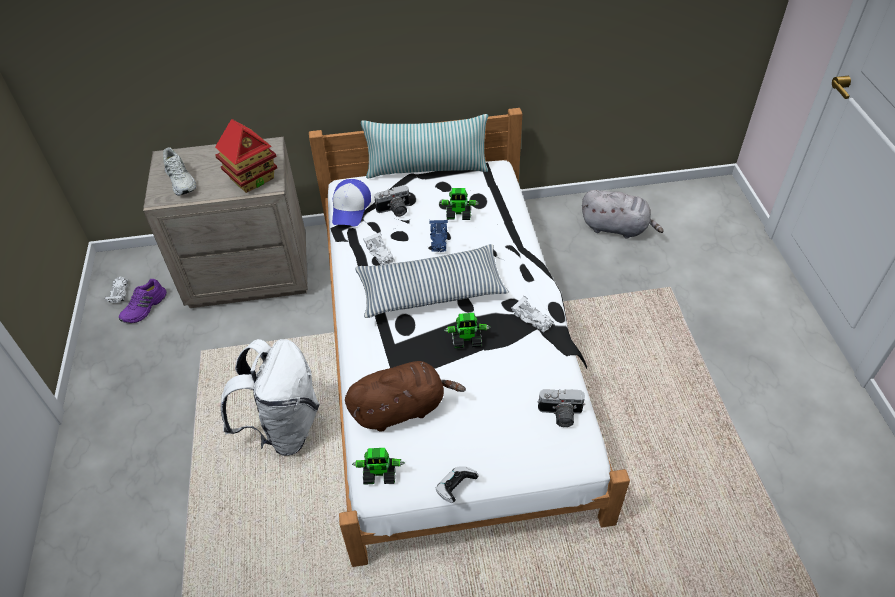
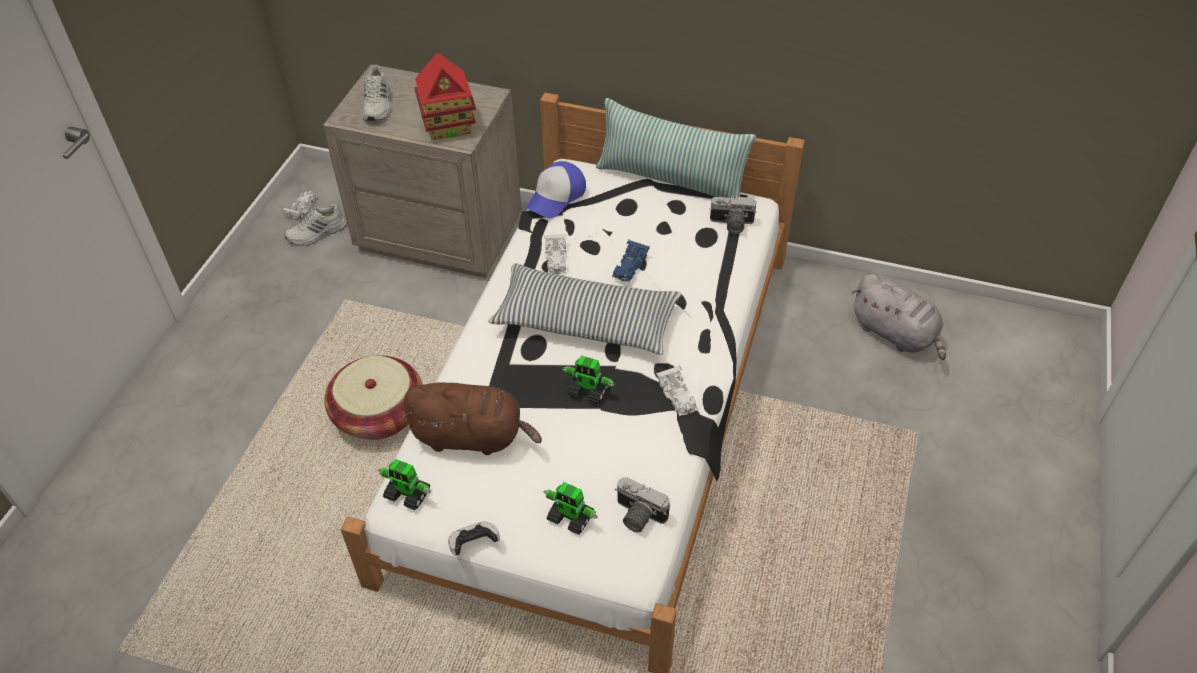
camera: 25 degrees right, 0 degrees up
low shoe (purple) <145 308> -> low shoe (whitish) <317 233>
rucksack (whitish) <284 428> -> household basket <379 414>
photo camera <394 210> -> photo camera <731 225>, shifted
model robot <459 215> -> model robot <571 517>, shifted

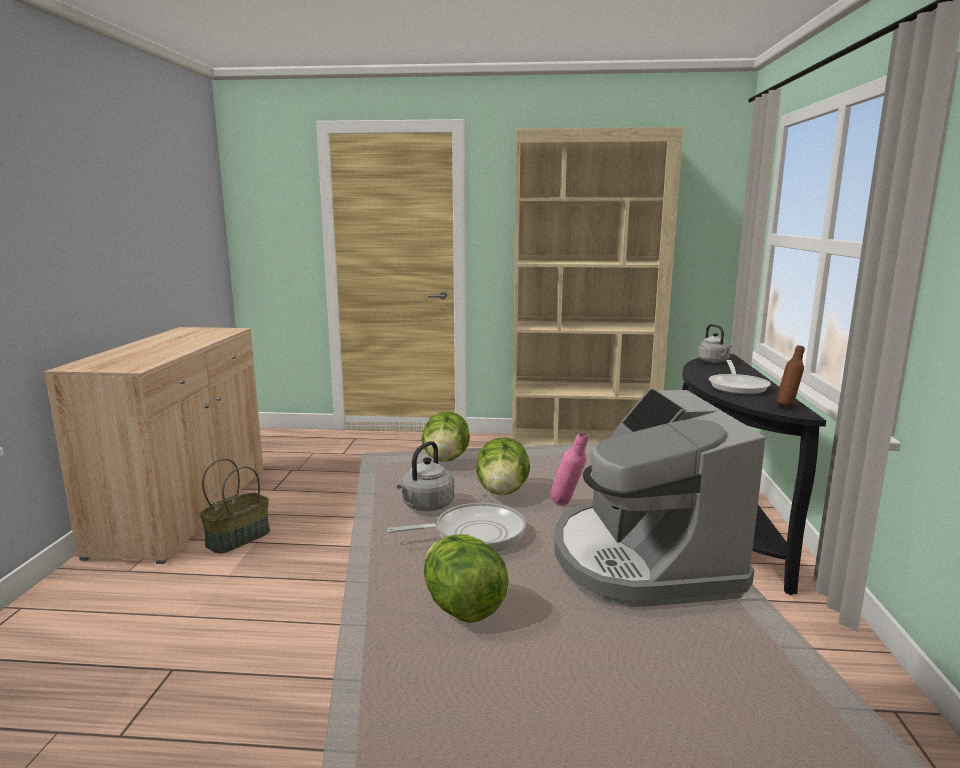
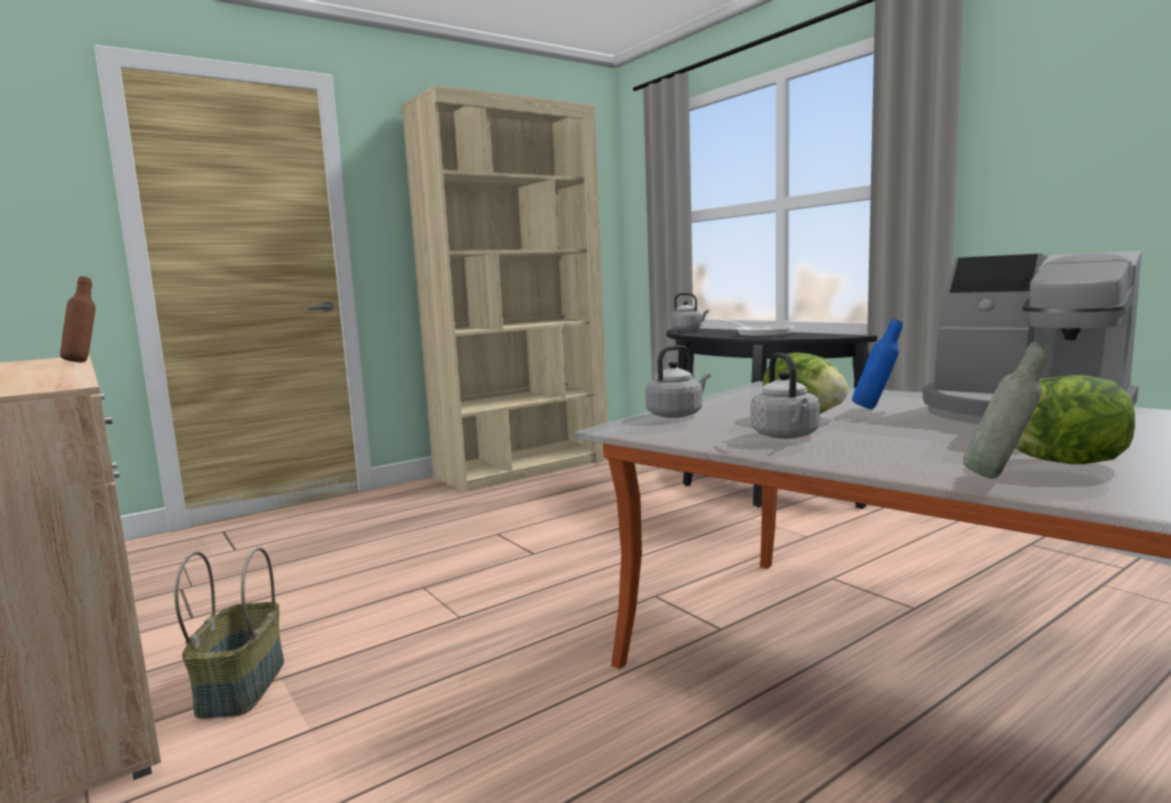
camera: 40 degrees left, 5 degrees down
frying pan <474 534> -> none
lettuce head <446 459> -> tea kettle (grey) <677 415>
beverage bottle (pink) <567 506> -> beverage bottle (bluish) <876 408>
beverage bottle (brownish) <787 406> -> beverage bottle (brownish) <84 361>, shifted
none -> beverage bottle (grey) <1001 477>

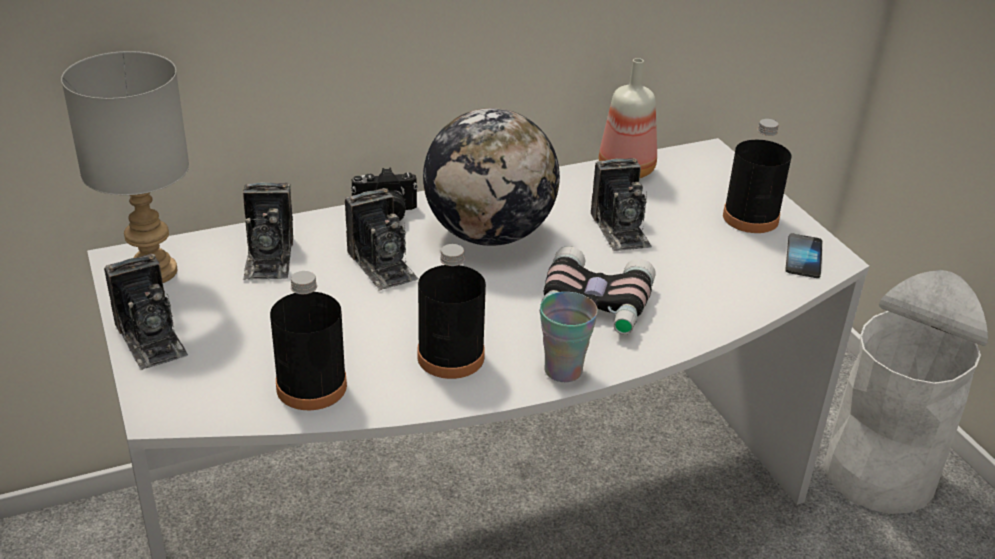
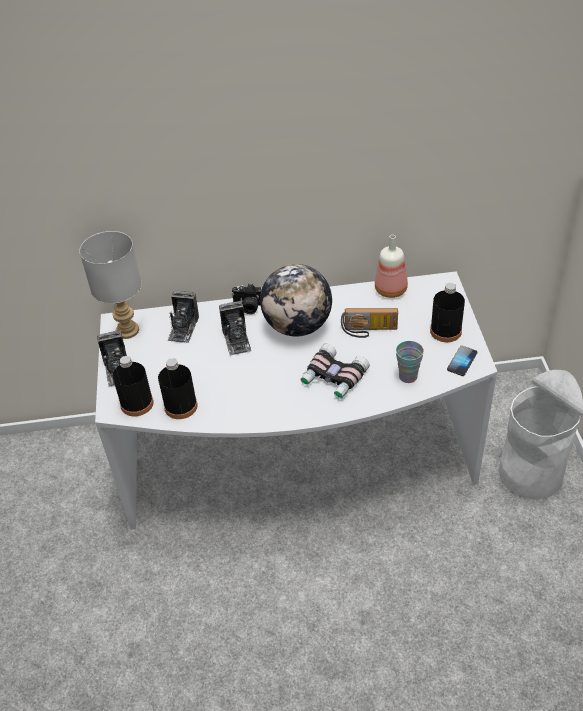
camera: 20 degrees right, 10 degrees up
beverage bottle (black-coloured) <450 357> -> beverage bottle (black-coloured) <137 404>, shifted
drinking cup <563 370> -> drinking cup <408 376>, shifted
photo camera <620 229> -> radio receiver <369 331>

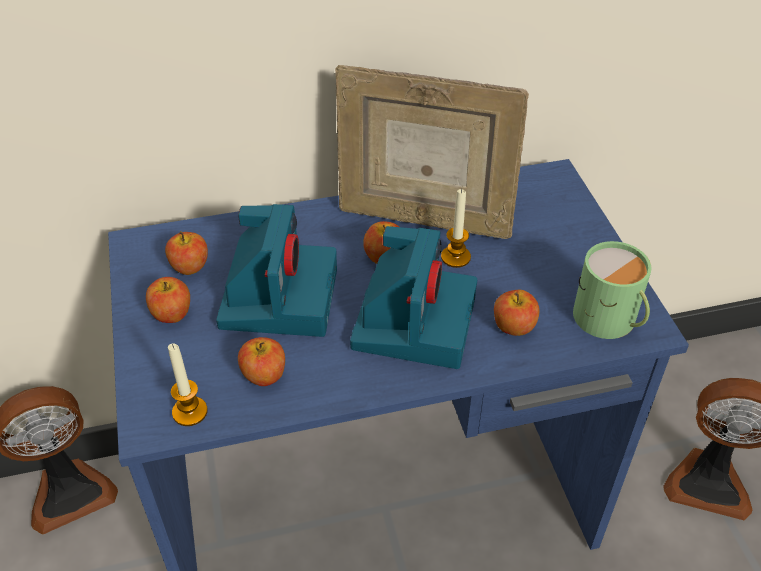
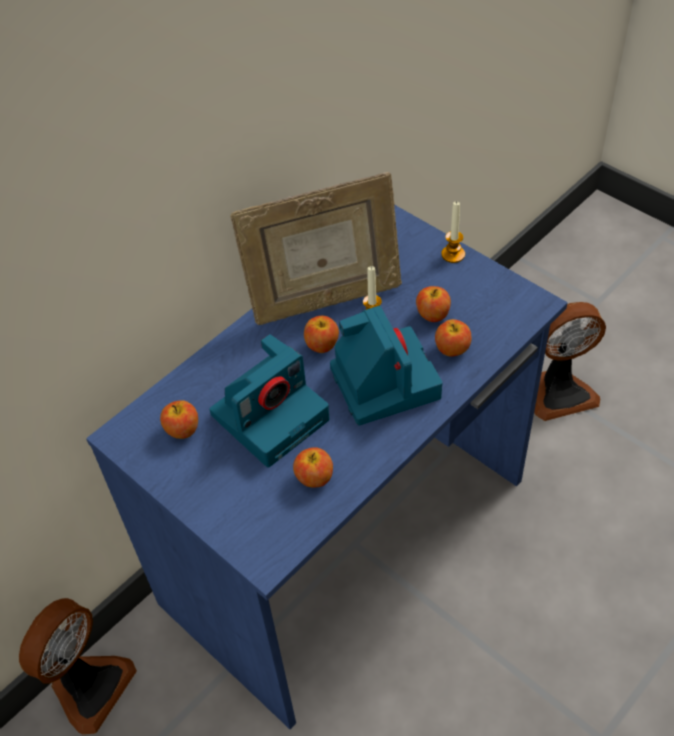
camera: 30 degrees left, 5 degrees up
apple fruit <172 314> -> apple fruit <432 315>, shifted
wax candle <190 412> -> wax candle <453 254>, shifted
photo camera <278 295> -> photo camera <271 415>, 75 degrees clockwise
tea mug (greenish) <609 320> -> none

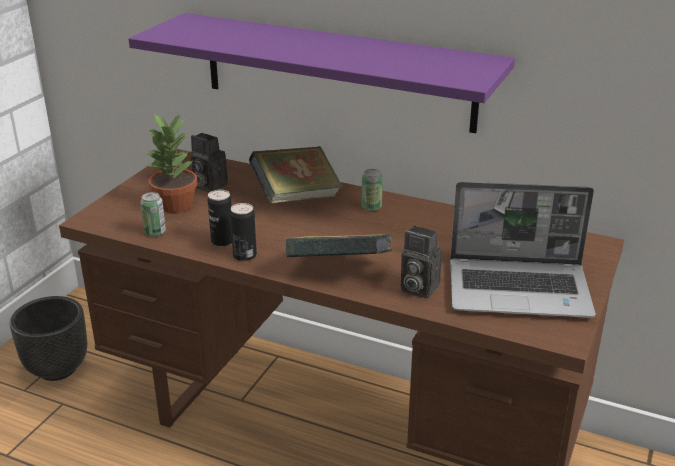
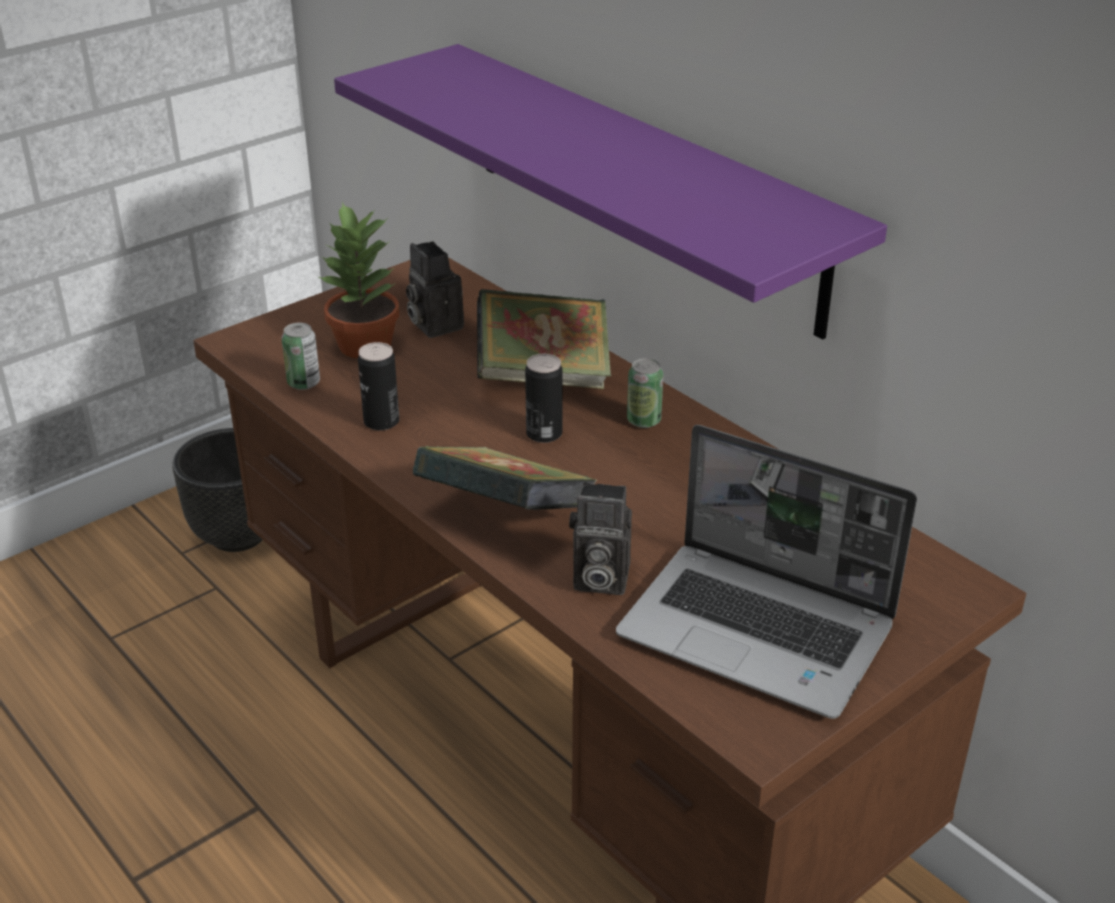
camera: 25 degrees right, 5 degrees up
sealed can <244 256> -> sealed can <544 434>, shifted
photo camera <417 288> -> photo camera <597 579>, 45 degrees counterclockwise

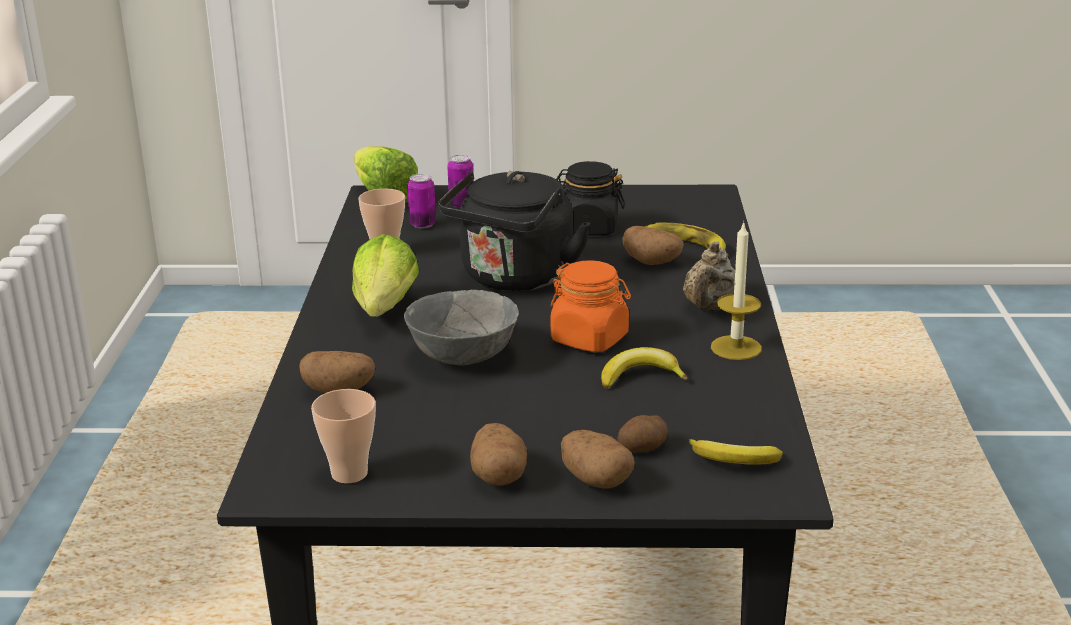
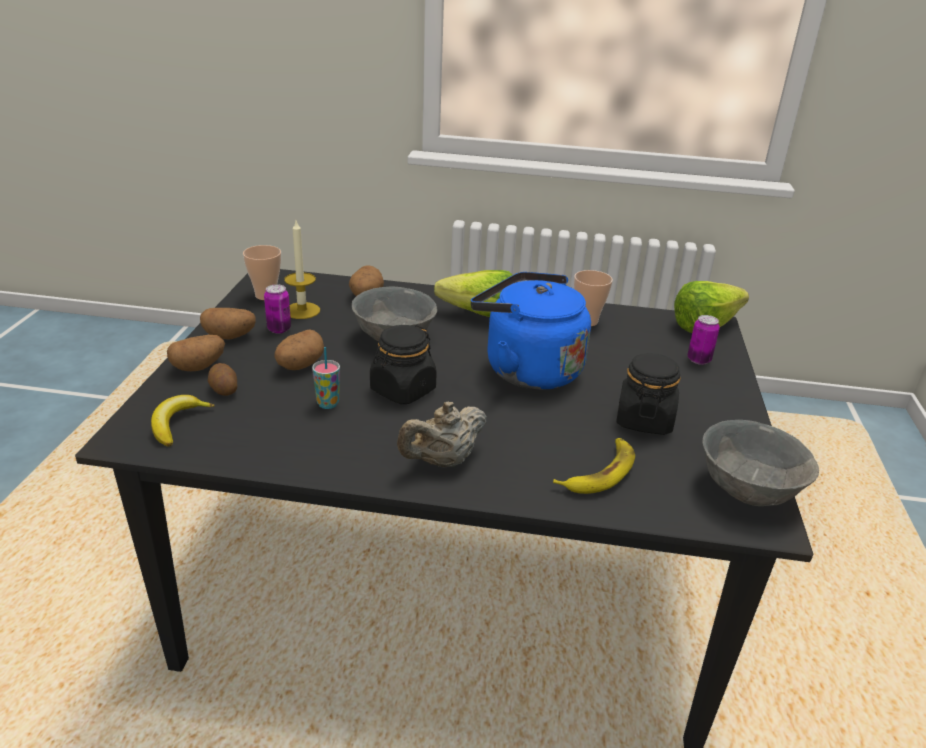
camera: 95 degrees right, 5 degrees up
sealed can <422 224> -> sealed can <279 329>, shifted
tea kettle (black-coloured) <514 279> -> tea kettle (bluish) <527 369>
storage jar (orange-coloured) <590 339> -> storage jar (black-coloured) <402 390>
banana <640 377> -> drinking cup <328 404>
potato <652 262> -> potato <299 365>, shifted
tea pot (sand-coloured) <710 308> -> tea pot (sand-coloured) <443 461>, 60 degrees counterclockwise
wax candle <736 348> -> wax candle <302 310>, shifted
none -> deep dish (grey) <749 490>

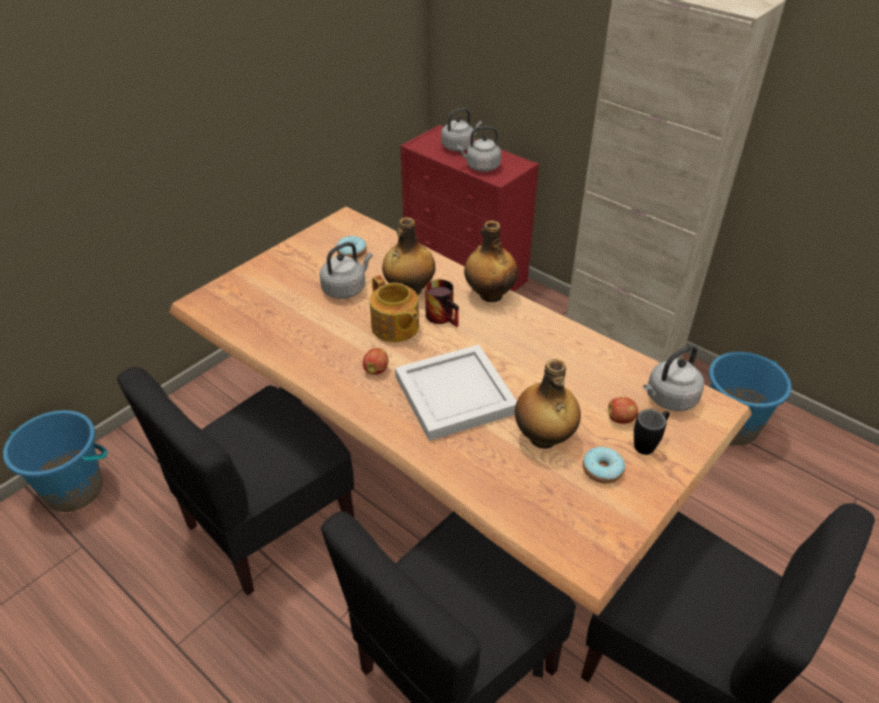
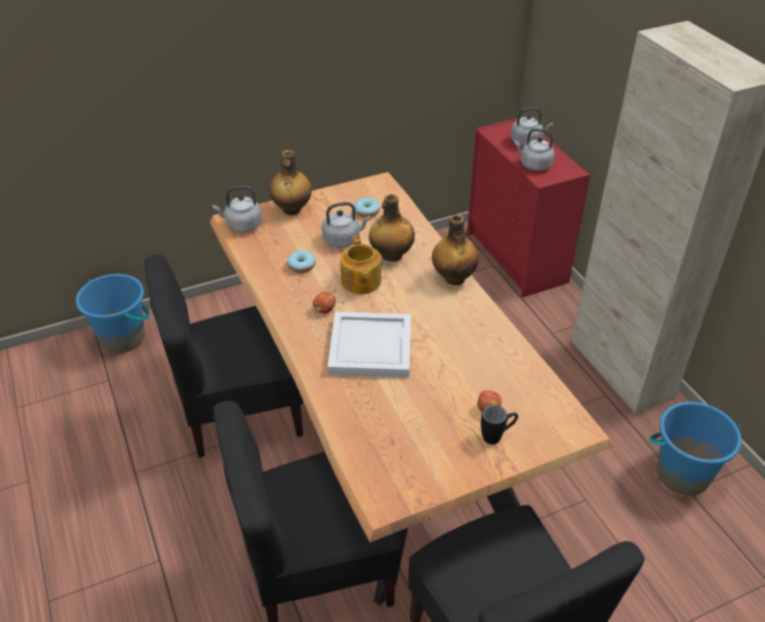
camera: 25 degrees right, 0 degrees up
tea mug <444 316> -> none
beverage bottle <543 438> -> beverage bottle <291 210>, shifted
donut <602 470> -> donut <301 266>, shifted
tea kettle (grey) <669 399> -> tea kettle (grey) <242 225>, shifted

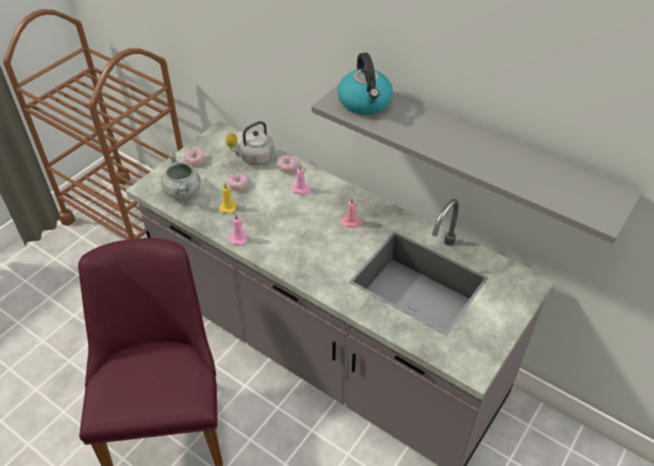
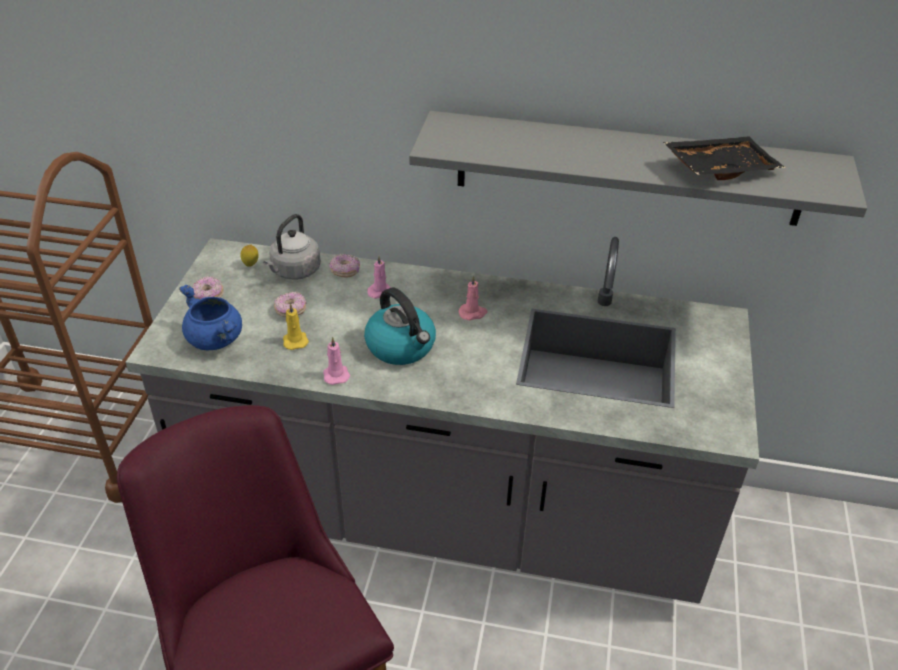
camera: 25 degrees left, 5 degrees down
stockpot (grey) <183 191> -> stockpot (bluish) <217 339>
tea kettle <365 103> -> tea kettle <401 347>, shifted
none -> serving tray (black-coloured) <719 168>

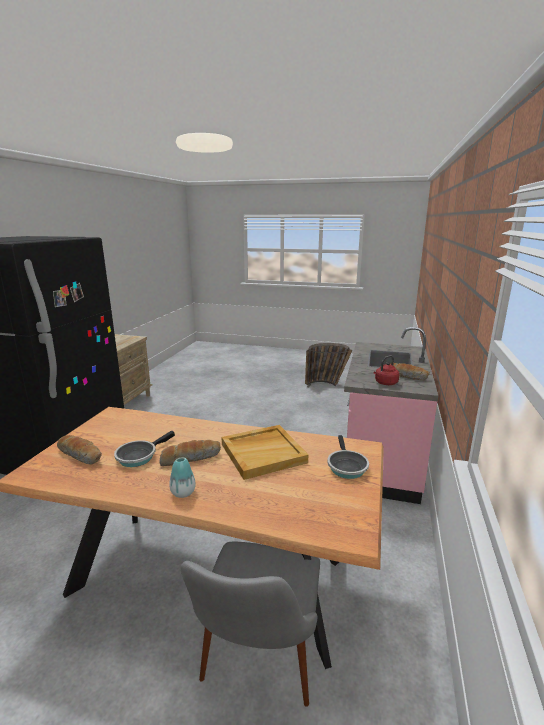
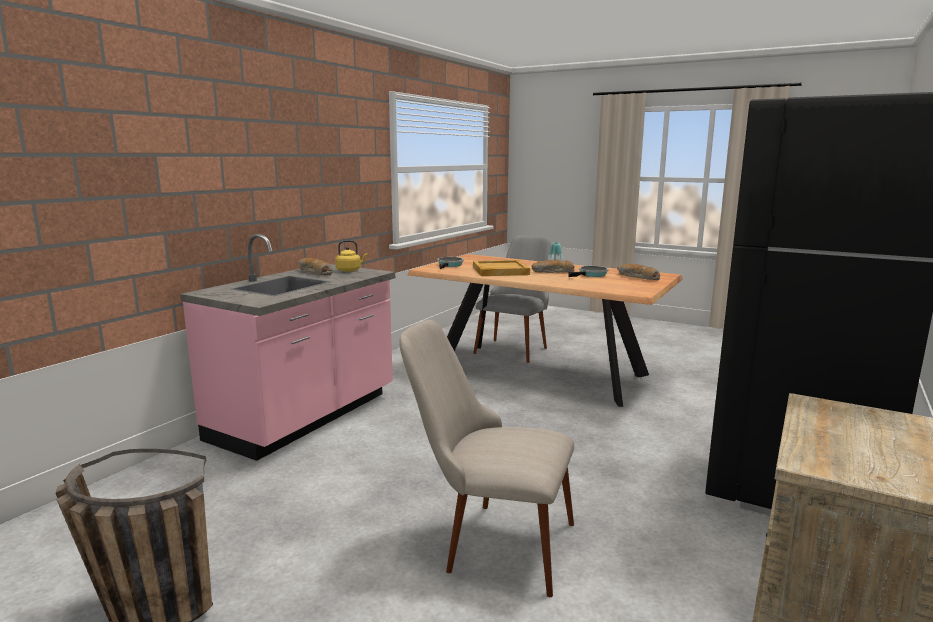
camera: 165 degrees left, 5 degrees down
tea kettle (reddish) <385 383> -> tea kettle (yellow-coloured) <350 270>
none -> plain chair (sand-coloured) <489 541>

